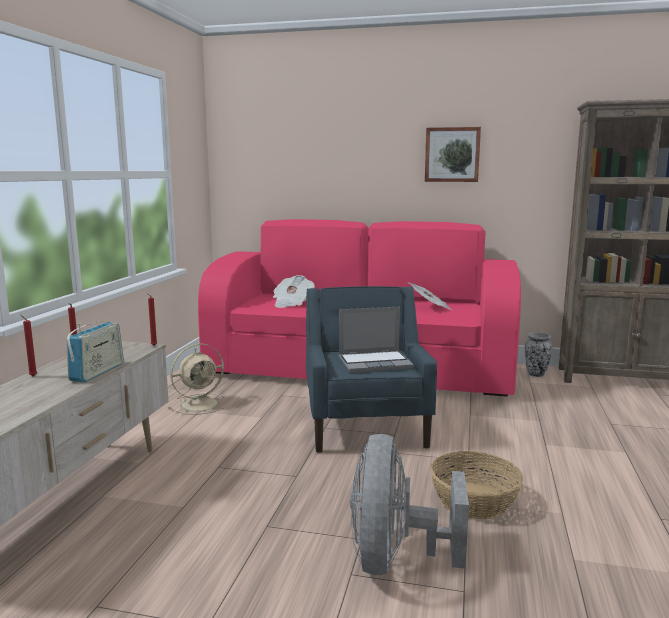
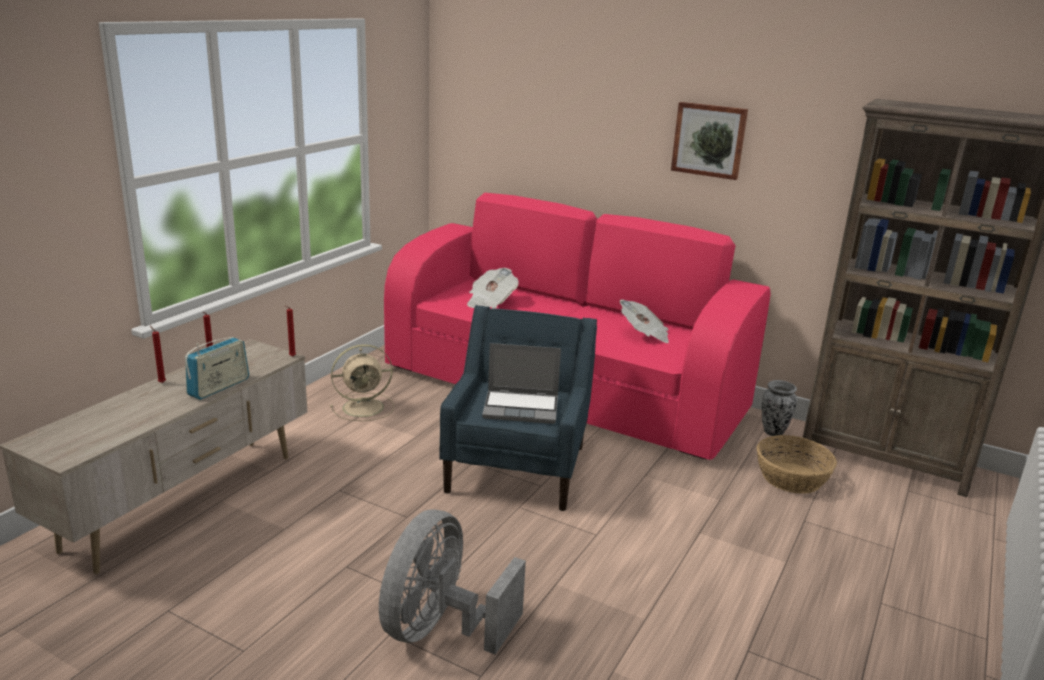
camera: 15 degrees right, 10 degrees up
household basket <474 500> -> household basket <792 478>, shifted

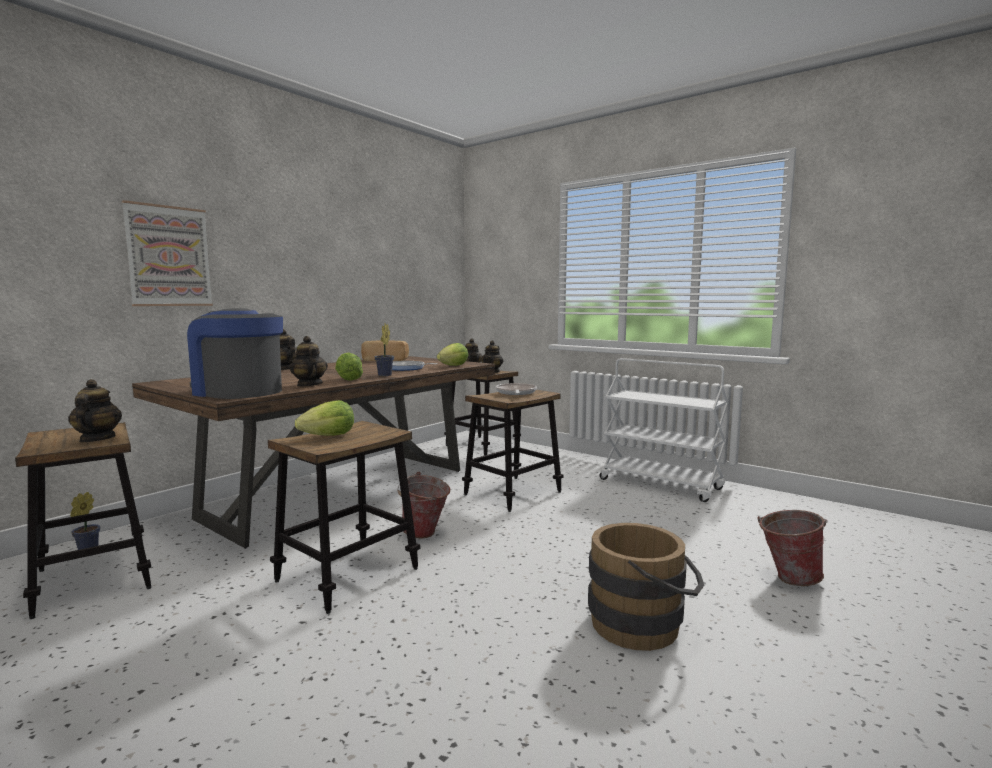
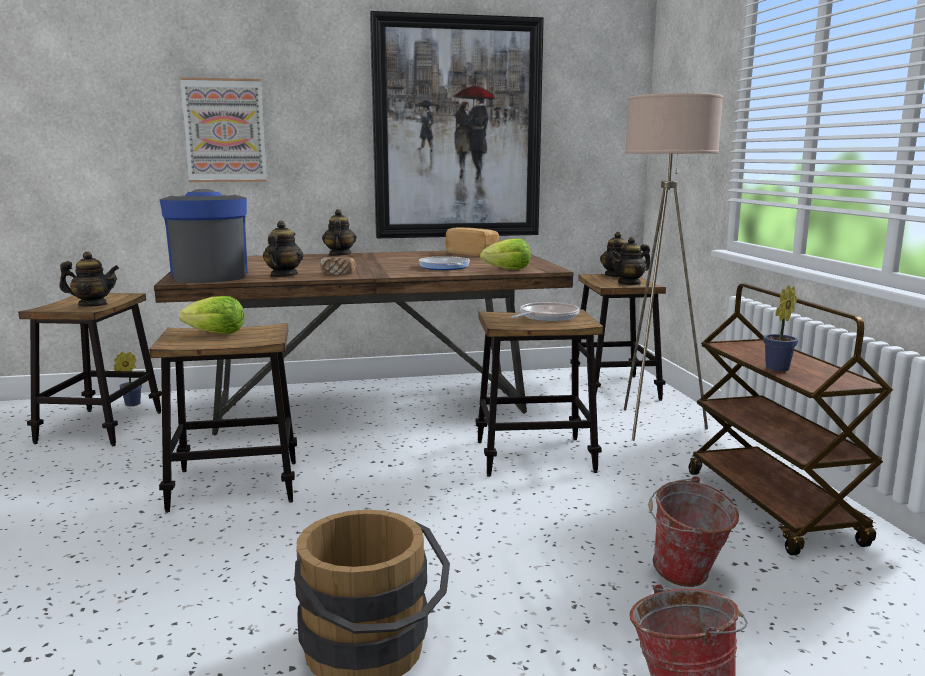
camera: 40 degrees right, 5 degrees up
tea pot <97 439> -> tea pot <93 305>, 60 degrees clockwise
lettuce head <348 379> -> bread <338 274>
plant in a pot <384 375> -> plant in a pot <775 369>, shifted
pail <424 535> -> pail <686 580>, shifted
trolley (whitish) <661 484> -> trolley (brownish) <772 507>
none -> picture <457 129>
none -> floor lamp (sand-coloured) <654 425>

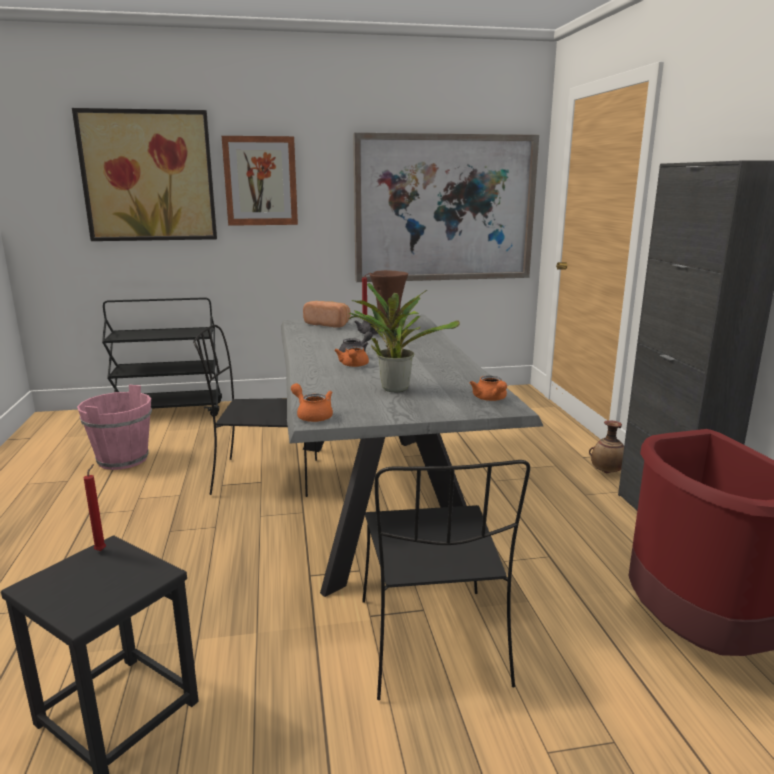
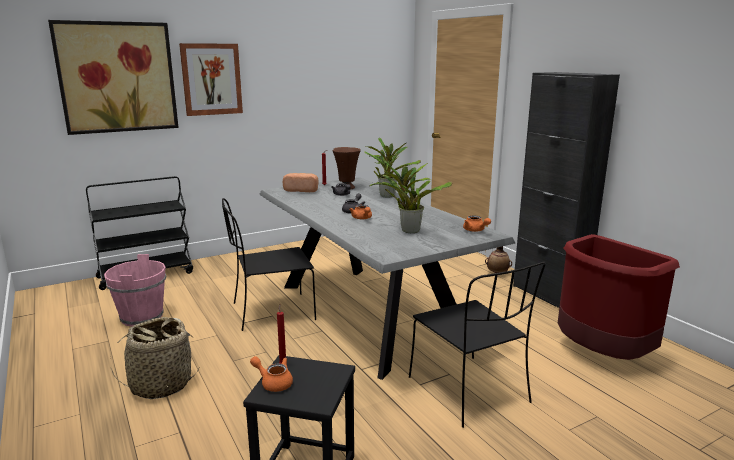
camera: 20 degrees left, 0 degrees up
tea pot (orange-coloured) <312 415> -> tea pot (orange-coloured) <273 383>, shifted
picture <444 208> -> none
none -> household basket <161 385>
none -> plant in a pot <387 195>

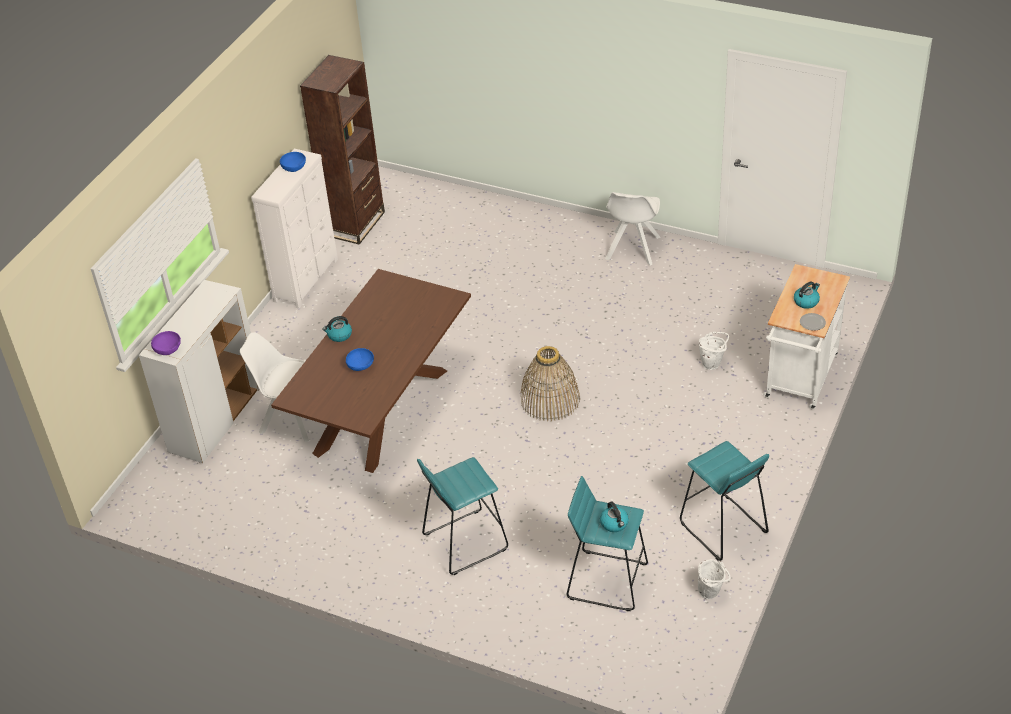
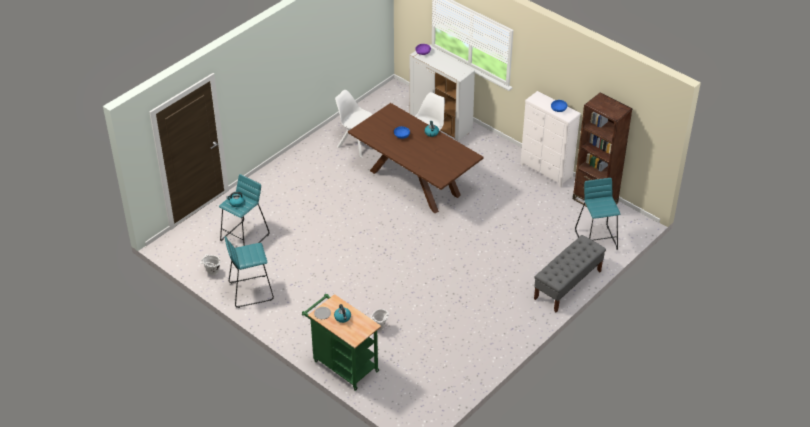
camera: 105 degrees right, 0 degrees up
stool (turquoise) <464 542> -> stool (turquoise) <596 239>, shifted
household basket <550 399> -> none
plain chair (whitish) <632 249> -> plain chair (whitish) <356 144>, shifted
trolley (whitish) <799 380> -> trolley (greenish) <342 364>
none -> long seat (grey) <567 285>

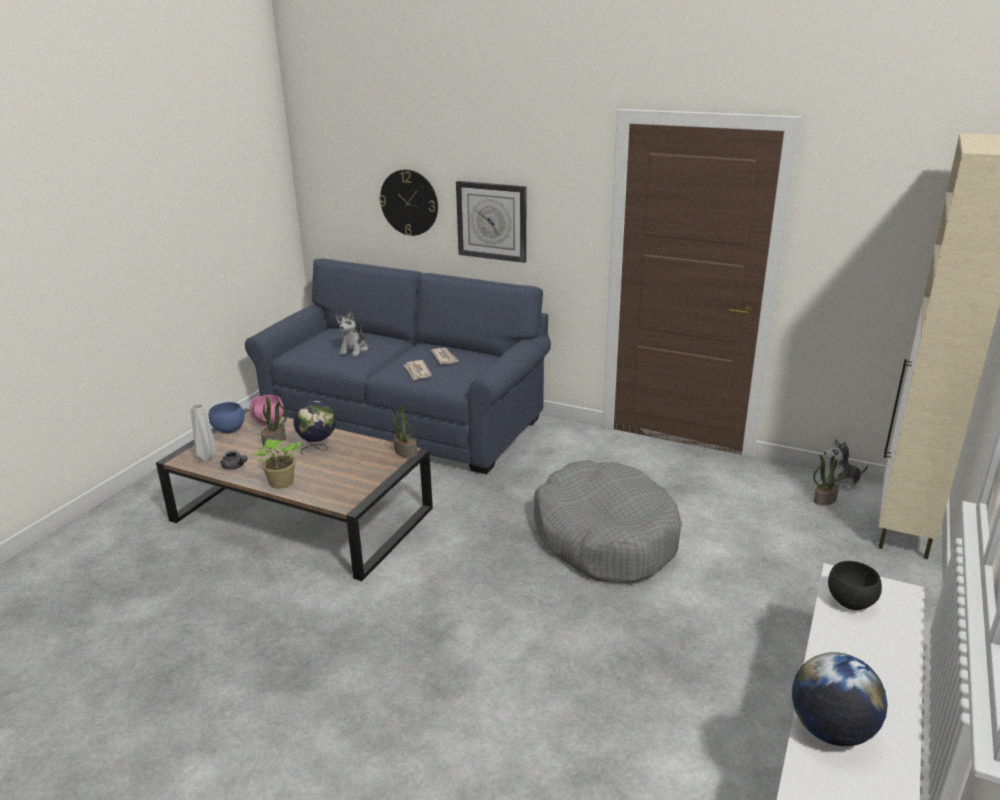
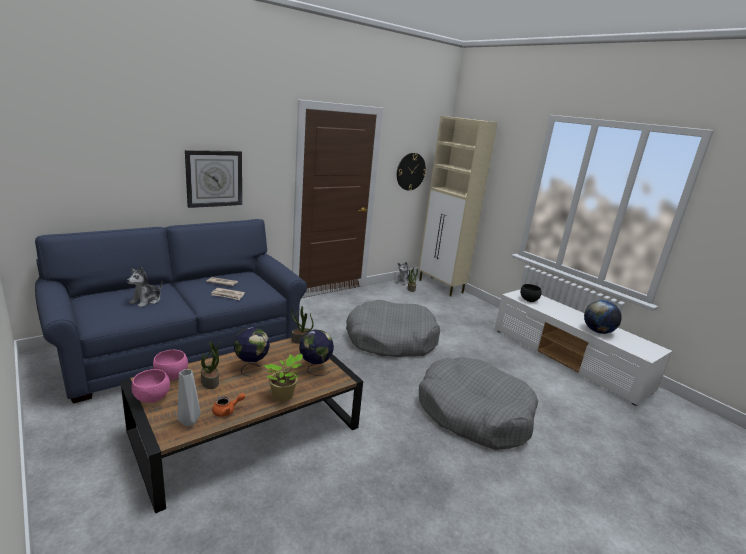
camera: 65 degrees left, 5 degrees down
deep dish (bluish) <229 430> -> deep dish (pink) <153 398>
tea pot (grey) <235 467> -> tea pot (orange-coloured) <227 411>
cuddly toy <354 350> -> cuddly toy <146 301>, 75 degrees clockwise
clock on the wall <409 202> -> clock on the wall <410 171>, shifted
none -> desk globe <315 369>
none -> dog cushion (grey) <473 413>

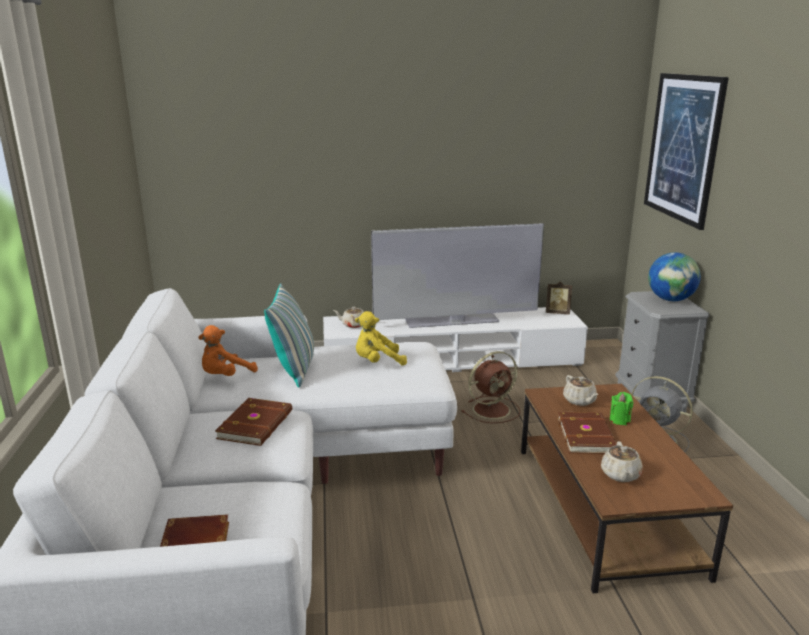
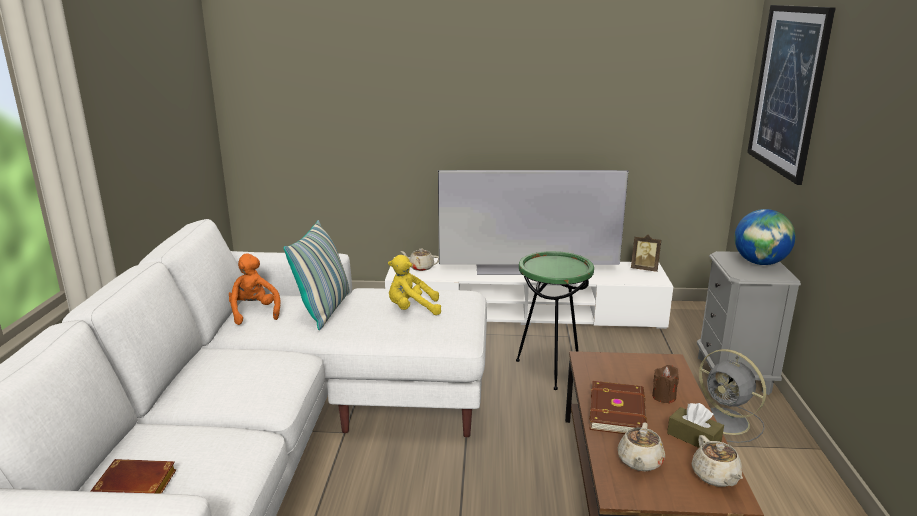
camera: 10 degrees right, 0 degrees up
cuddly toy (orange-coloured) <225 376> -> cuddly toy (orange-coloured) <253 312>, 105 degrees clockwise
book (brownish) <257 424> -> none
fan (brownish) <493 409> -> side table (greenish) <550 369>
tea pot (sand-coloured) <579 401> -> tea pot (sand-coloured) <715 477>, shifted
wax candle (greenish) <619 420> -> wax candle (brownish) <664 397>
none -> box of tissues (brownish) <693 437>

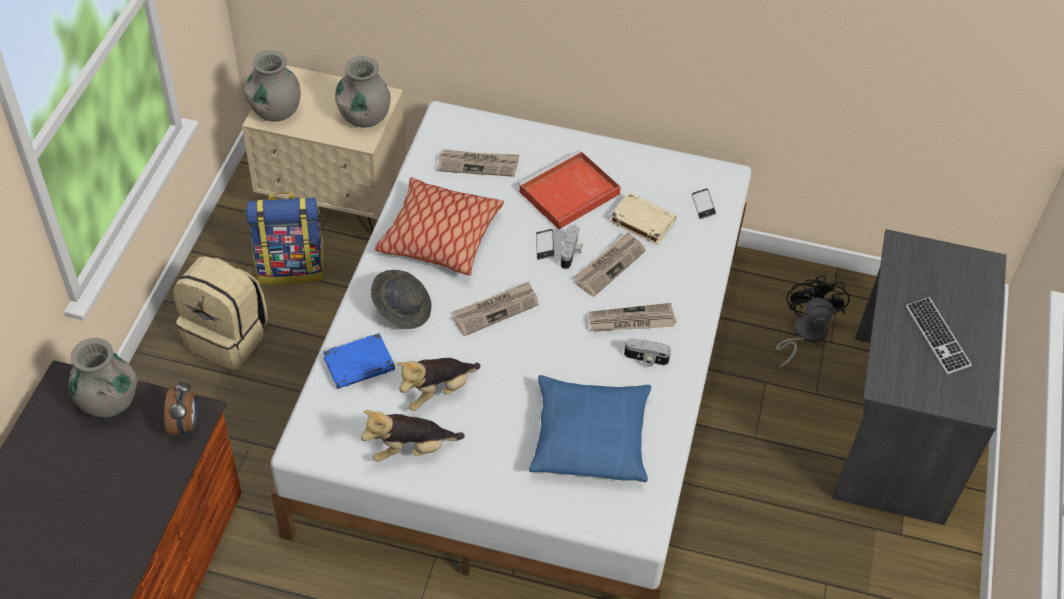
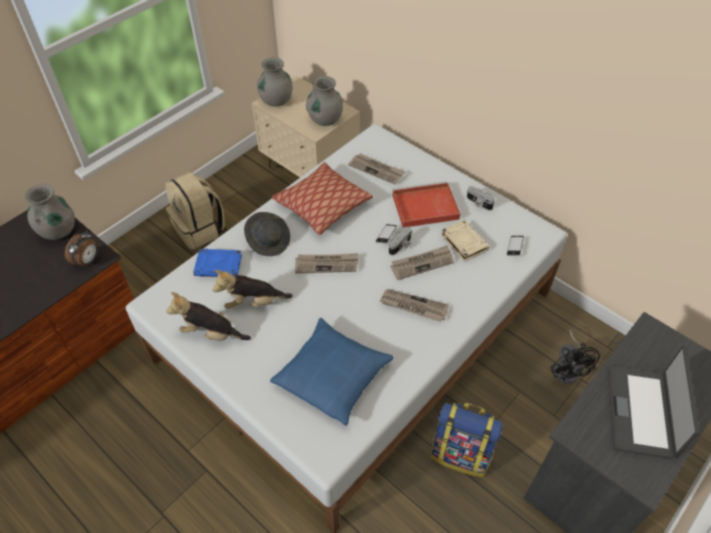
camera: 30 degrees right, 0 degrees up
rucksack <291 267> -> rucksack <461 453>, shifted
photo camera <646 359> -> photo camera <478 203>, shifted
fan (black-coloured) <804 334> -> fan (black-coloured) <568 369>, 135 degrees clockwise
computer keyboard <937 337> -> portable computer <641 411>

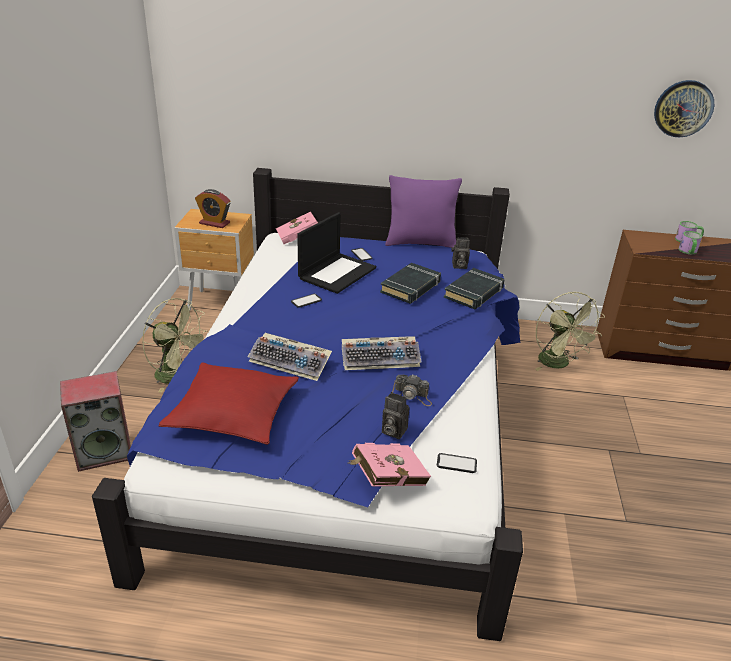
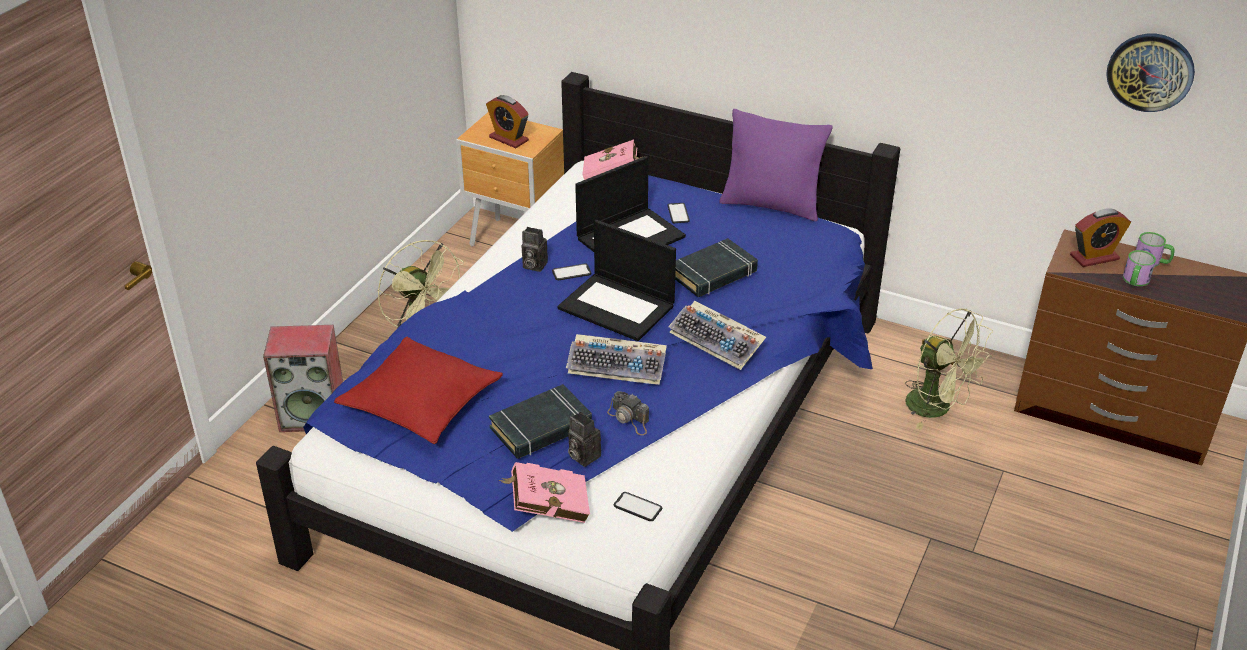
camera: 20 degrees right, 5 degrees up
computer keyboard <291 362> -> computer keyboard <718 341>, shifted
book (black-coloured) <474 293> -> book (black-coloured) <541 427>, shifted
photo camera <458 266> -> photo camera <533 265>, shifted
fan (greenish) <558 364> -> fan (greenish) <937 408>, 45 degrees counterclockwise
none -> portable computer <618 307>
none -> table clock <1094 257>

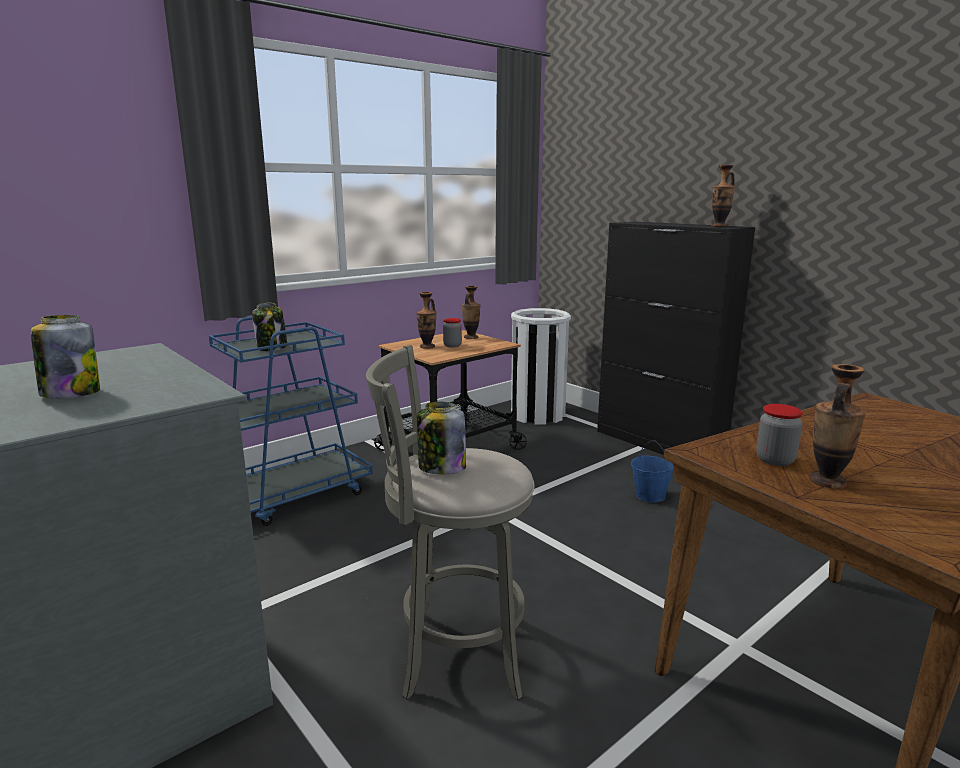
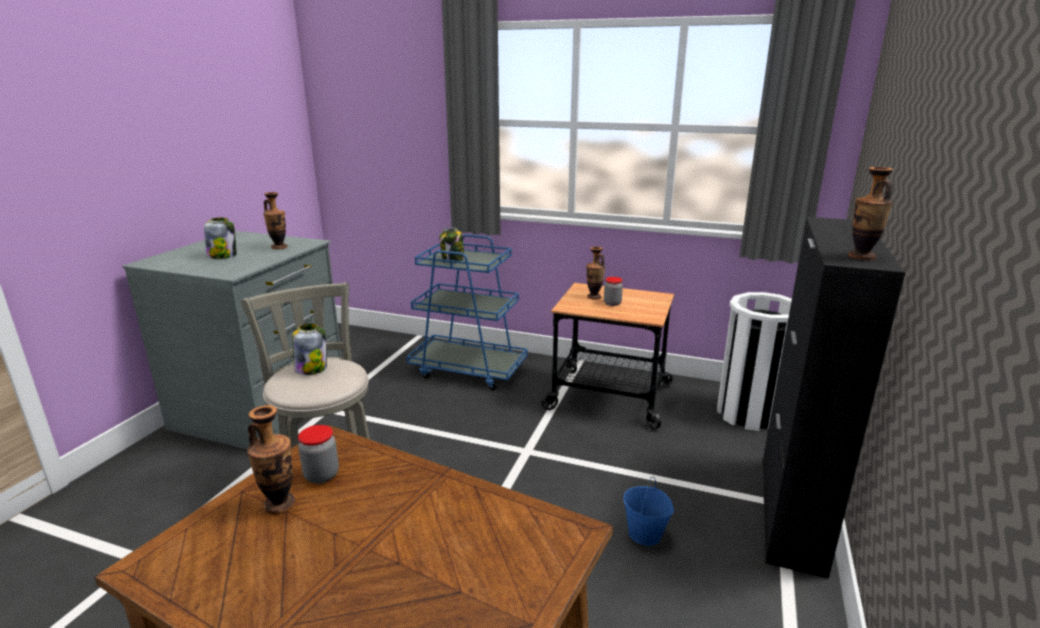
camera: 60 degrees right, 5 degrees up
decorative vase <471 337> -> decorative vase <279 247>, shifted

